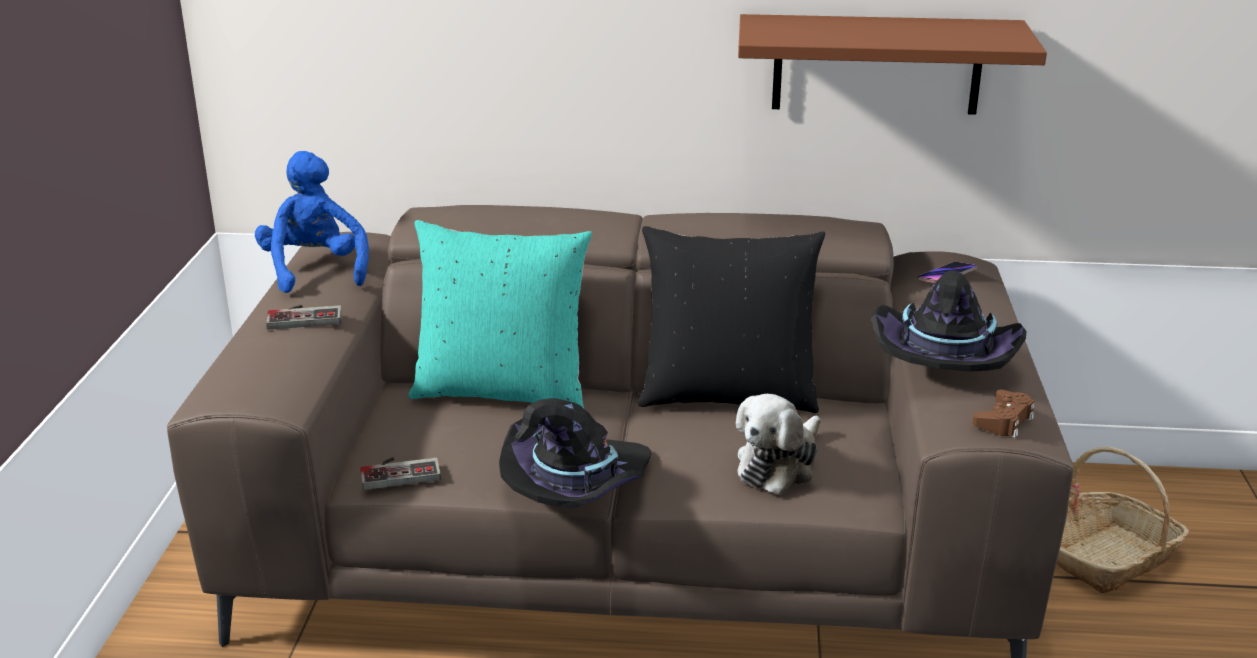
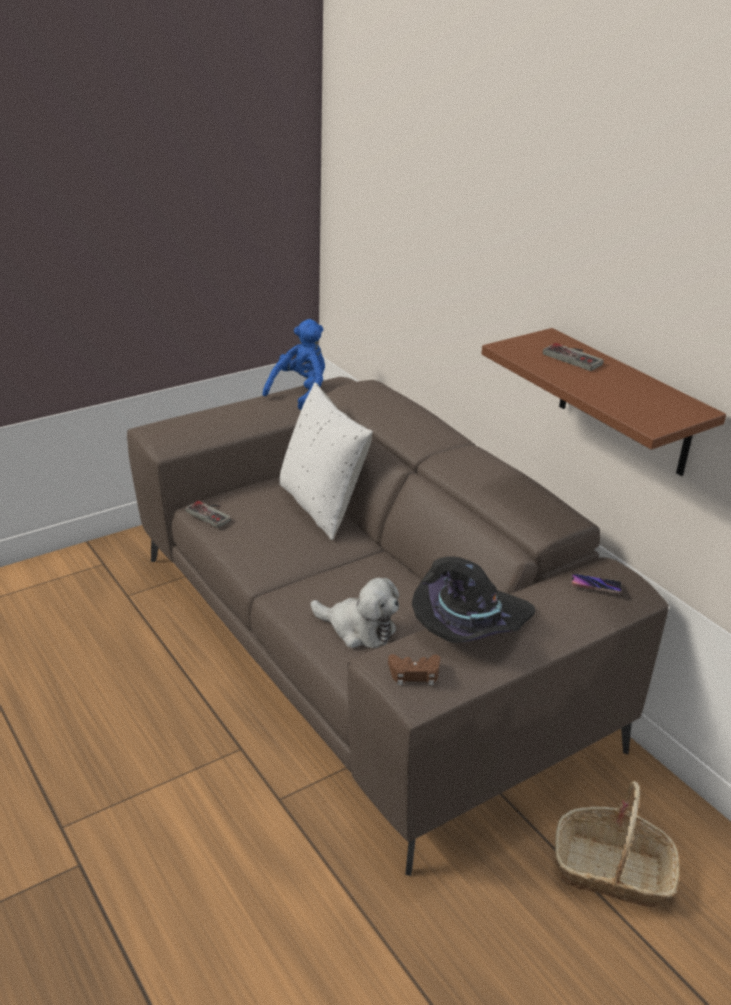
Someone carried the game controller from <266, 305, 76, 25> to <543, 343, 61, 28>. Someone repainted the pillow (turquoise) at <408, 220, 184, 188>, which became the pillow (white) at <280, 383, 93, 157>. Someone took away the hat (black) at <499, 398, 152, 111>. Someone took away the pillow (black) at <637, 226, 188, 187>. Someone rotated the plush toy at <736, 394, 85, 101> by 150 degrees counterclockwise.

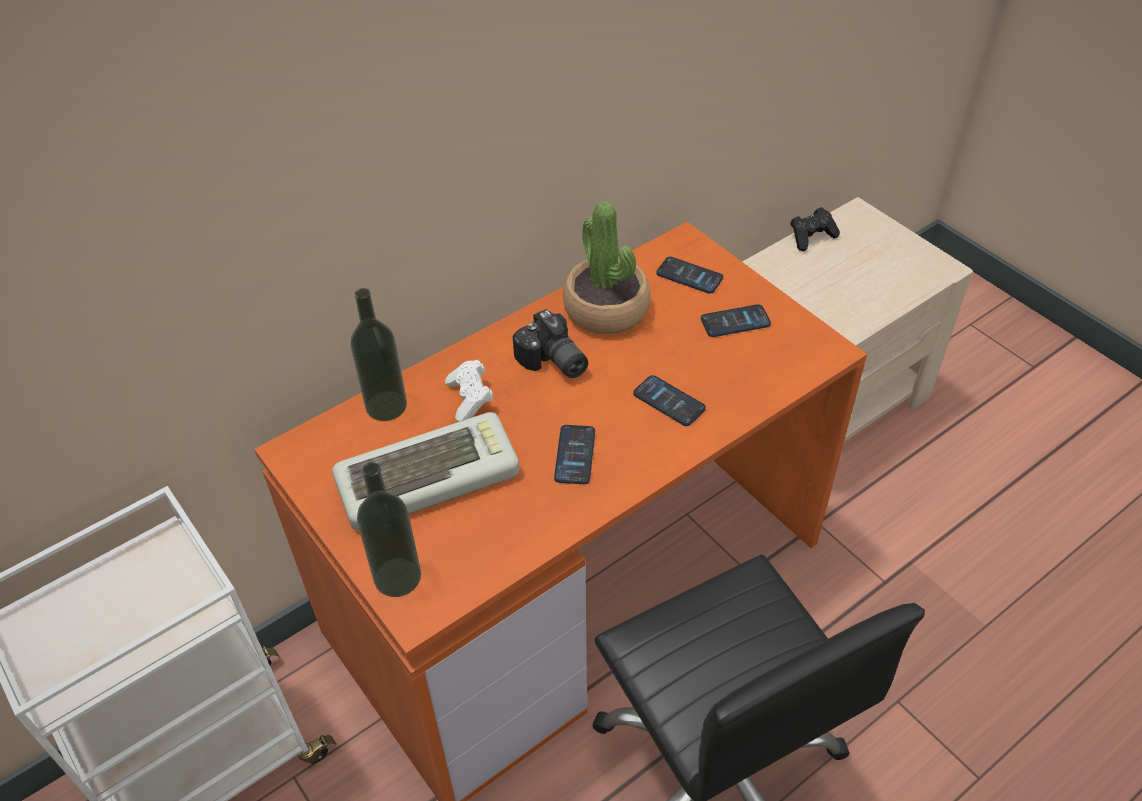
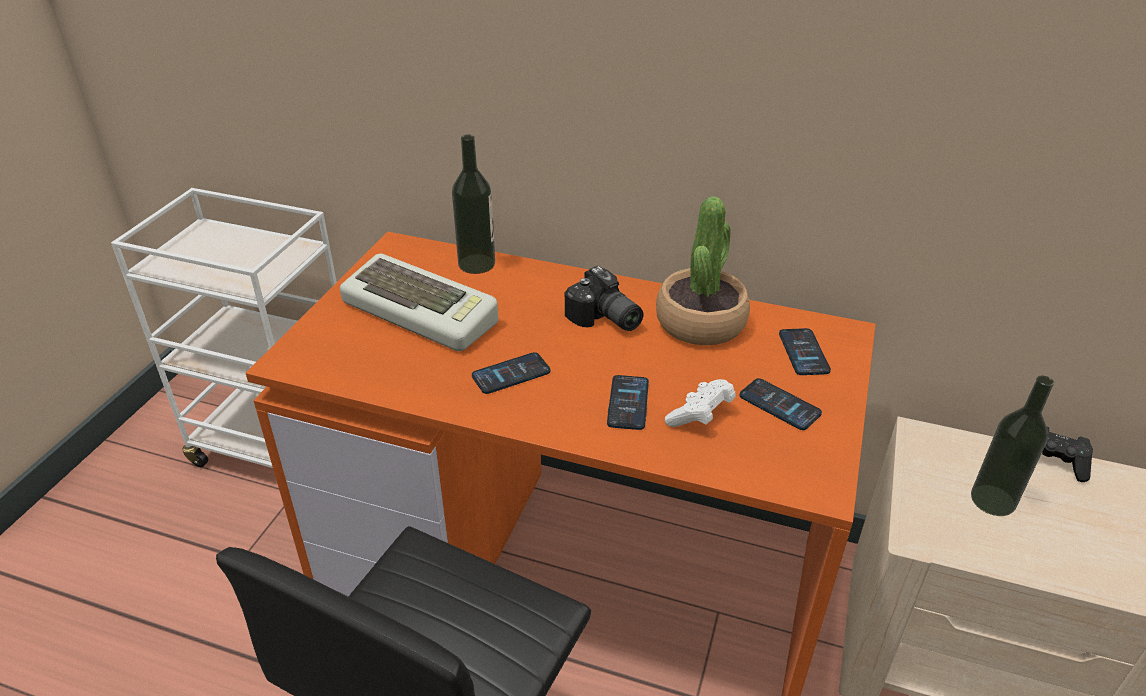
Someone carried the bottle from <357, 462, 64, 135> to <971, 376, 83, 140>. Someone carried the game controller (white) from <445, 360, 49, 62> to <665, 379, 71, 48>. Someone rotated the photo camera at <512, 309, 76, 69> by 60 degrees counterclockwise.

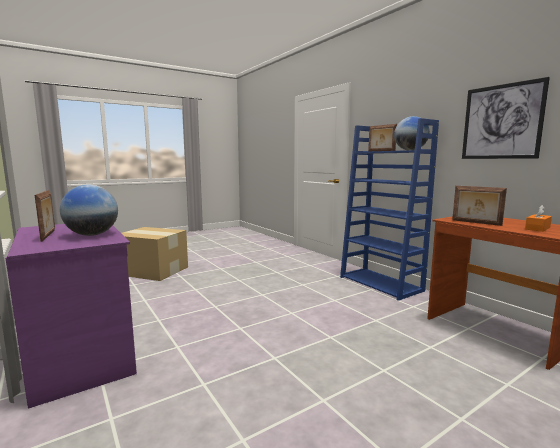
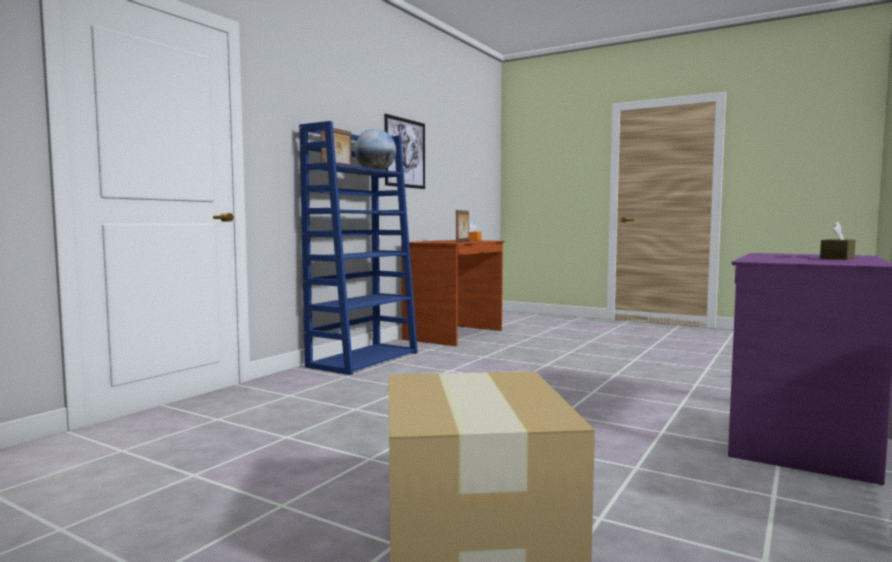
Someone swapped the picture frame at <35, 190, 20, 52> for the tissue box (brown) at <820, 222, 36, 38>. Someone took away the globe at <60, 185, 58, 51>.

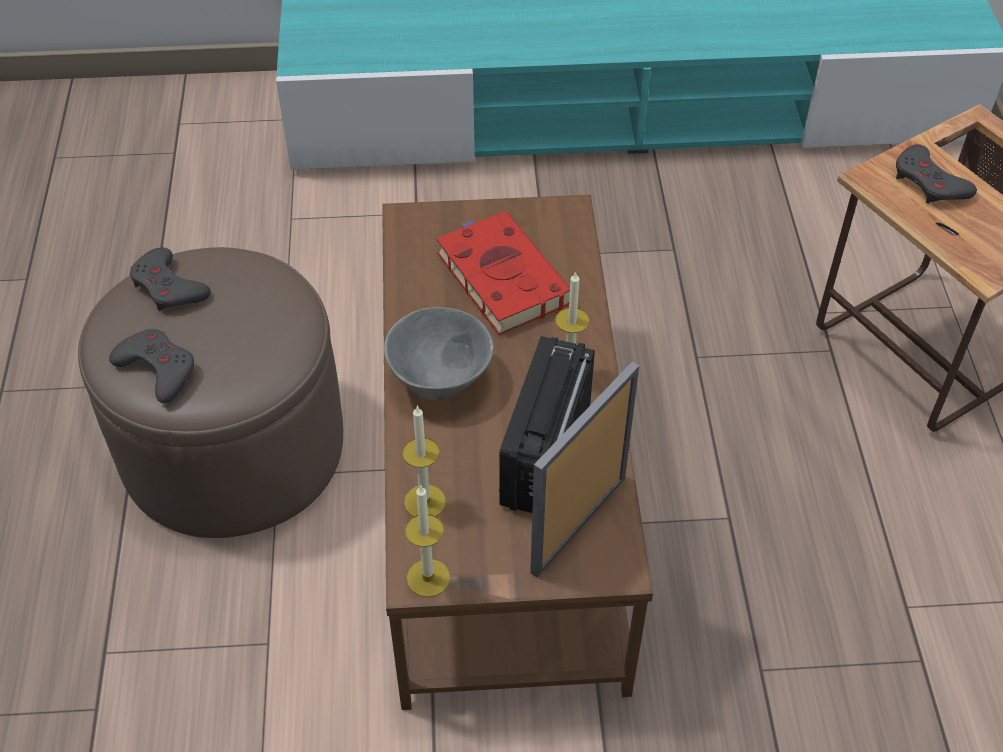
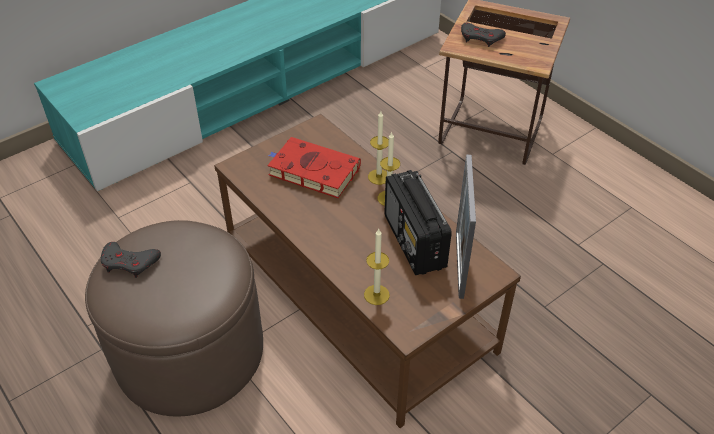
Someone took away the game controller (grey) at <109, 329, 85, 74>. Someone took away the bowl (grey) at <384, 307, 110, 93>. Someone carried the candle from <405, 485, 45, 112> to <368, 111, 21, 74>.

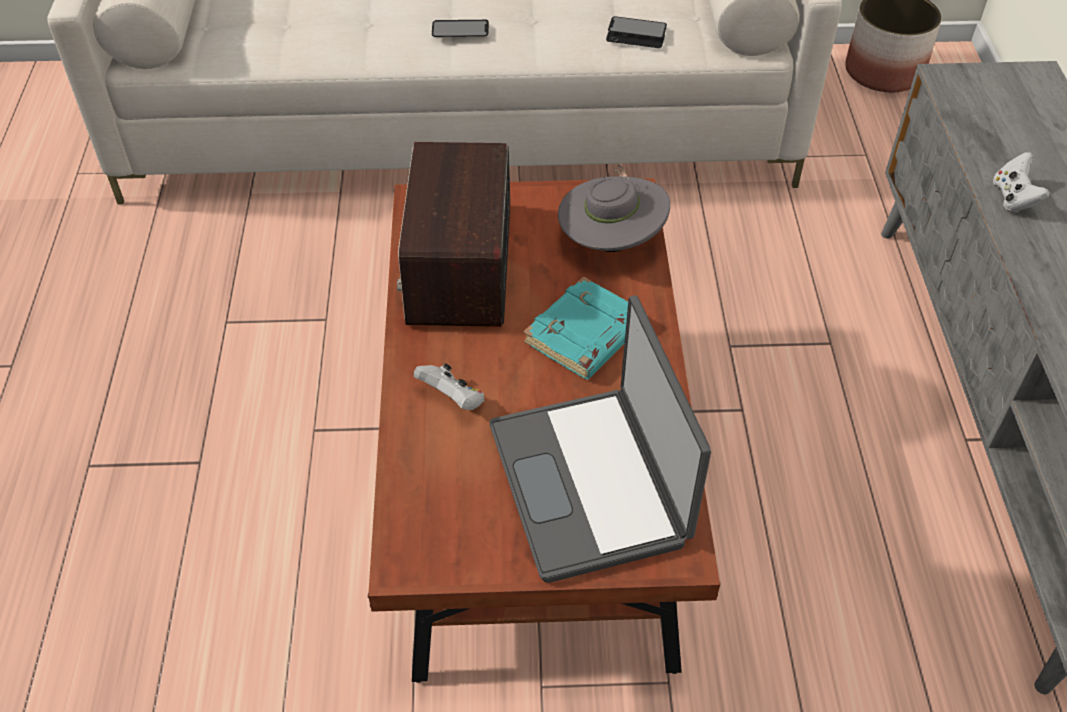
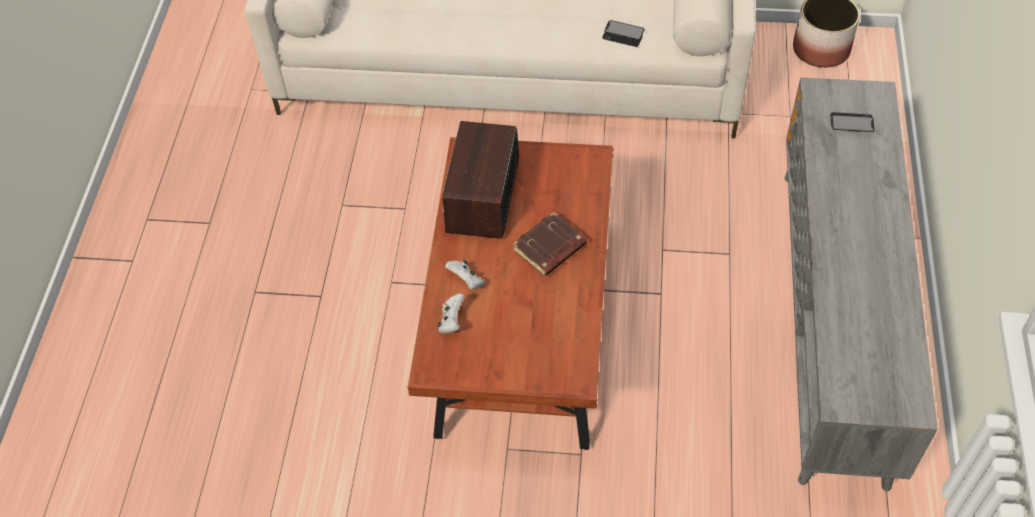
Someone carried the phone from <432, 20, 57, 17> to <831, 112, 44, 20>. Someone took away the laptop at <489, 295, 222, 288>. Someone repainted the book (turquoise) at <523, 276, 105, 103>, which became the book (brown) at <512, 212, 75, 64>. Someone took away the hat (grey) at <558, 165, 112, 87>. Someone carried the game controller (white) from <993, 152, 57, 60> to <437, 293, 28, 40>.

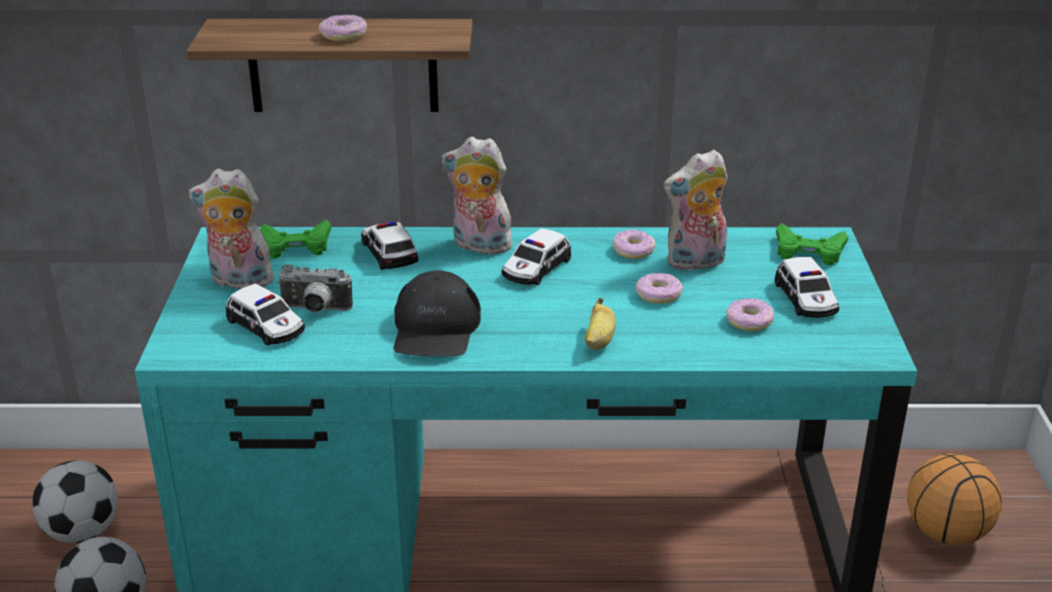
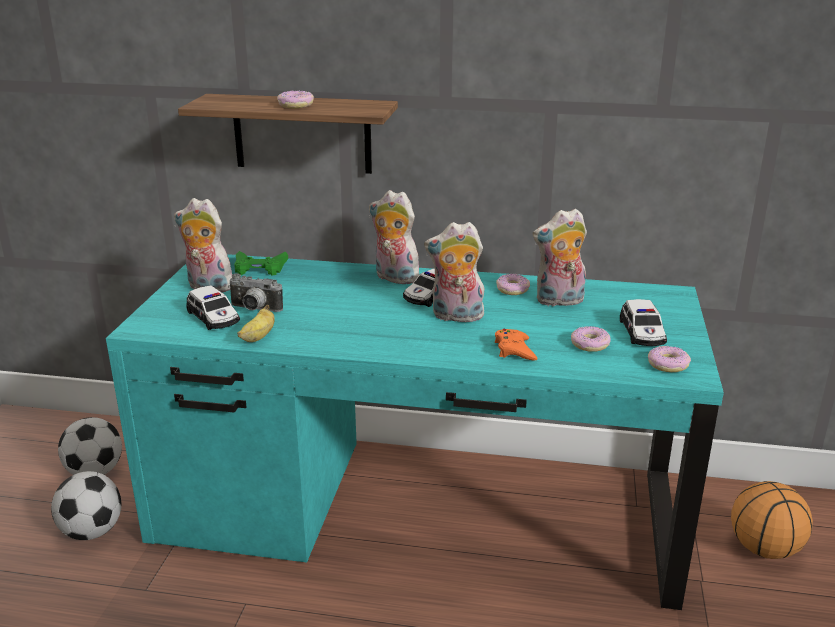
Someone took away the toy car at <361, 221, 57, 49>. Someone took away the cap (black) at <393, 270, 88, 87>. Someone carried the banana from <585, 298, 31, 52> to <237, 305, 38, 37>. Someone carried the donut from <636, 273, 47, 31> to <648, 346, 43, 26>. Someone took away the game controller (green) at <776, 223, 72, 42>. Someone put down the plush toy at <424, 222, 60, 100>. Someone put down the game controller (orange) at <495, 329, 43, 31>.

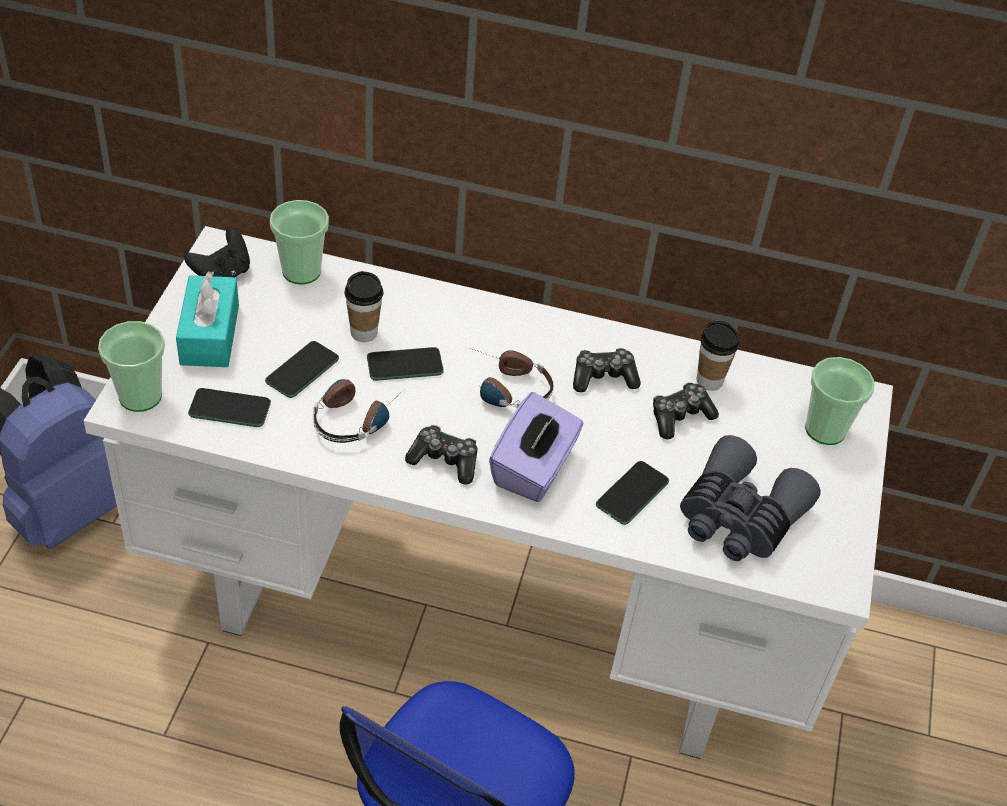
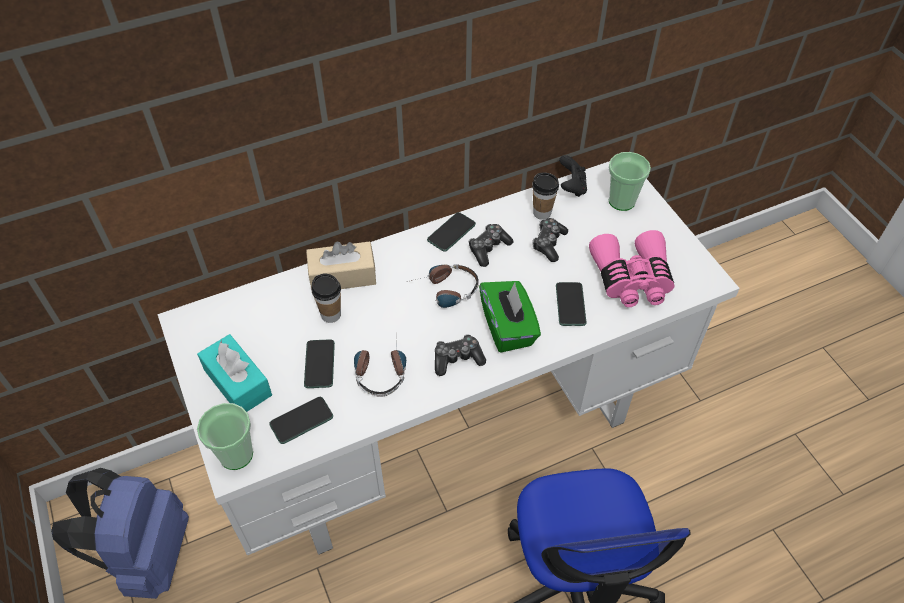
Someone carried the game controller (black) from <184, 228, 66, 49> to <559, 155, 28, 42>. Someone took away the cup at <270, 200, 59, 85>. Someone carried the phone from <367, 347, 77, 34> to <427, 212, 49, 40>. Someone repainted the tissue box (purple) at <489, 392, 94, 110>, which became the tissue box (green) at <479, 281, 62, 72>. Someone repainted the binoculars (grey) at <680, 435, 141, 126>, which became the binoculars (pink) at <589, 230, 86, 77>. Someone put down the tissue box (beige) at <306, 241, 70, 48>.

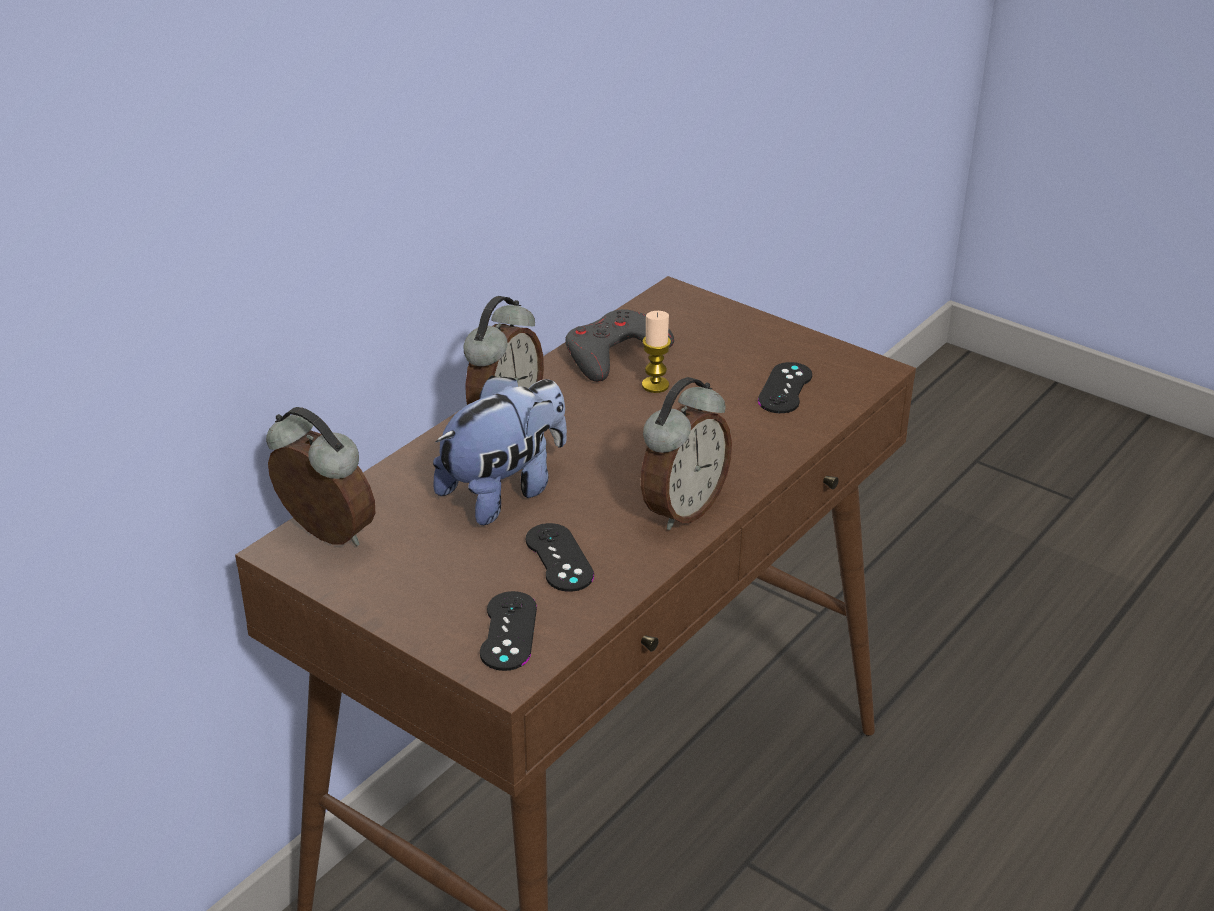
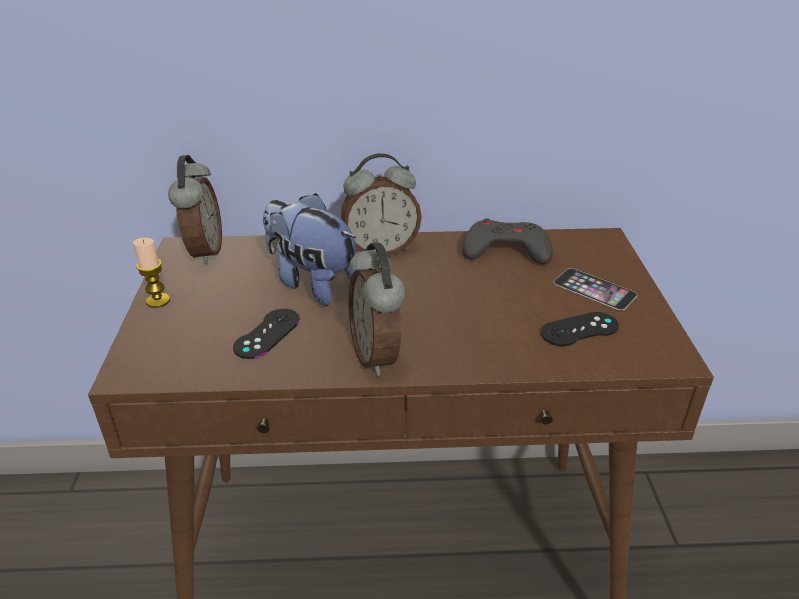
Someone rotated the plush toy at <433, 375, 134, 150> by 150 degrees counterclockwise. Someone took away the game controller (black) at <480, 591, 57, 80>. Someone rotated the alarm clock at <641, 377, 91, 153> by 75 degrees clockwise. Someone carried the candle from <642, 311, 29, 82> to <133, 238, 37, 70>. Someone put down the phone at <553, 268, 84, 43>.

